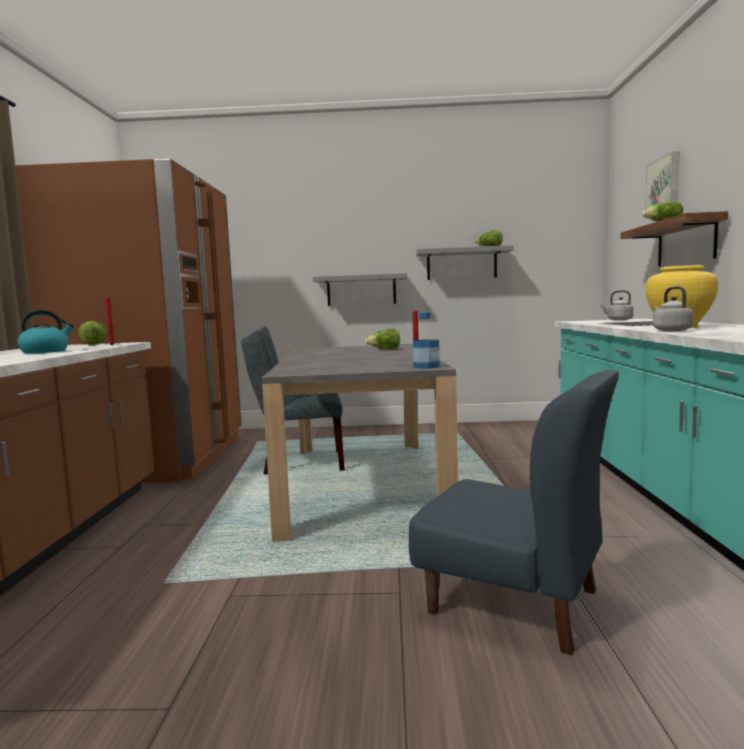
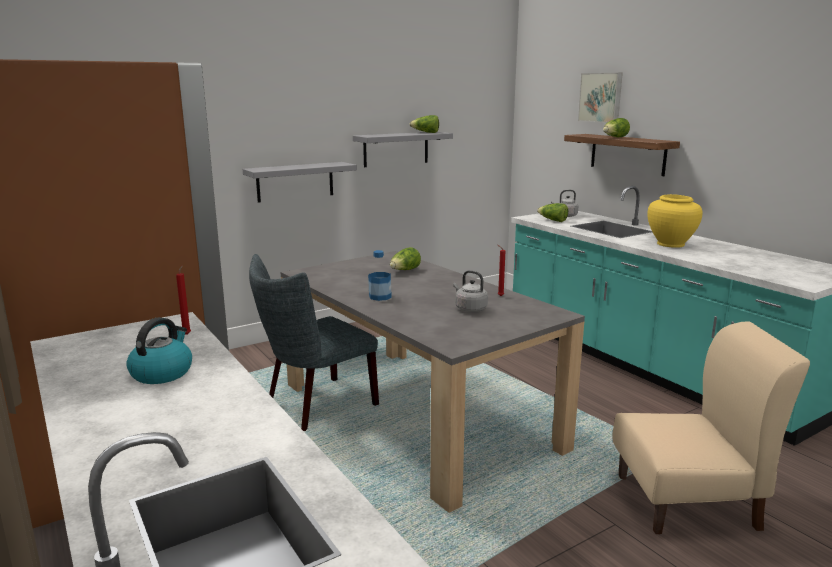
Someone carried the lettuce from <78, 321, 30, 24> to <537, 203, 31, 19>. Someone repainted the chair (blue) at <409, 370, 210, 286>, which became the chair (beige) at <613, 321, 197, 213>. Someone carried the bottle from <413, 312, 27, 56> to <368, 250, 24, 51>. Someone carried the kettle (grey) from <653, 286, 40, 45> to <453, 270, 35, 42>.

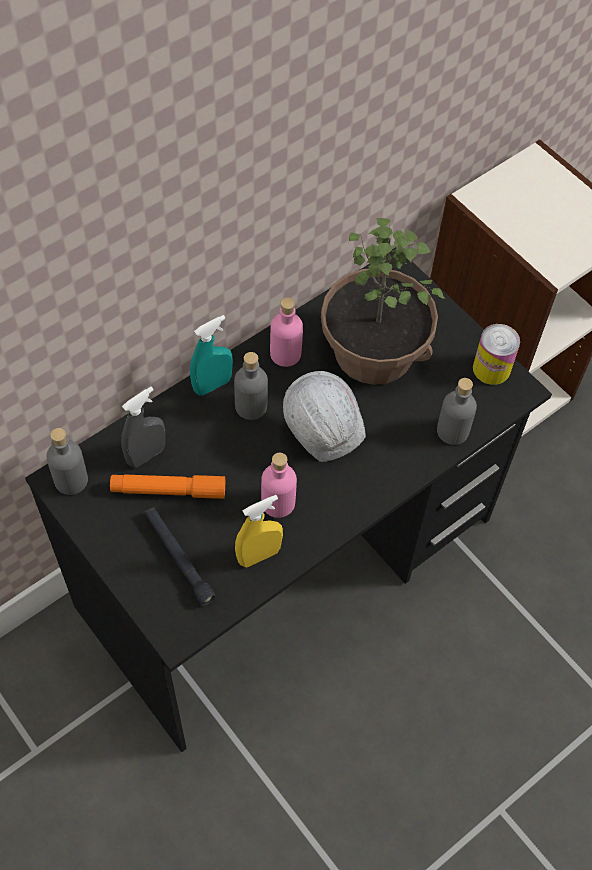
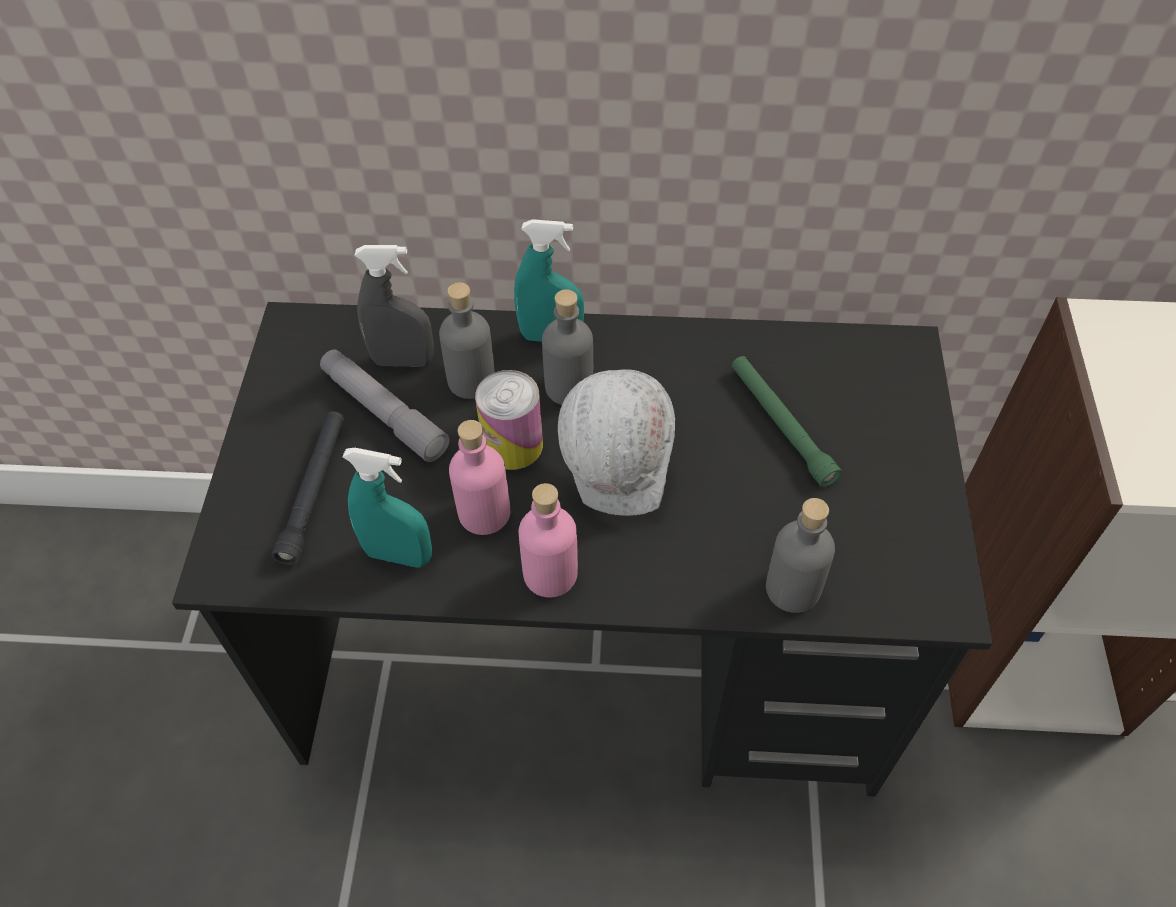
Someone carried the bottle (grey) from <46, 428, 42, 67> to <439, 282, 56, 117>. Someone repainted the flashlight (orange) at <110, 474, 115, 25>, which became the flashlight (grey) at <320, 349, 130, 113>. Someone repainted the spray bottle (yellow) at <235, 495, 48, 73>, which became the spray bottle (turquoise) at <342, 448, 90, 120>. Someone carried the bottle (pink) from <270, 298, 33, 69> to <519, 483, 59, 115>. Someone swapped the potted plant at <321, 218, 124, 167> for the flashlight (green) at <732, 356, 110, 131>. Someone carried the can from <473, 324, 47, 61> to <475, 370, 68, 100>.

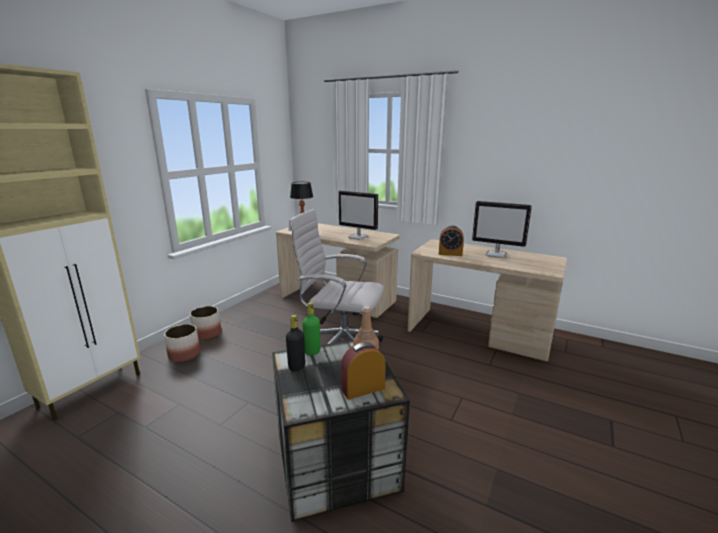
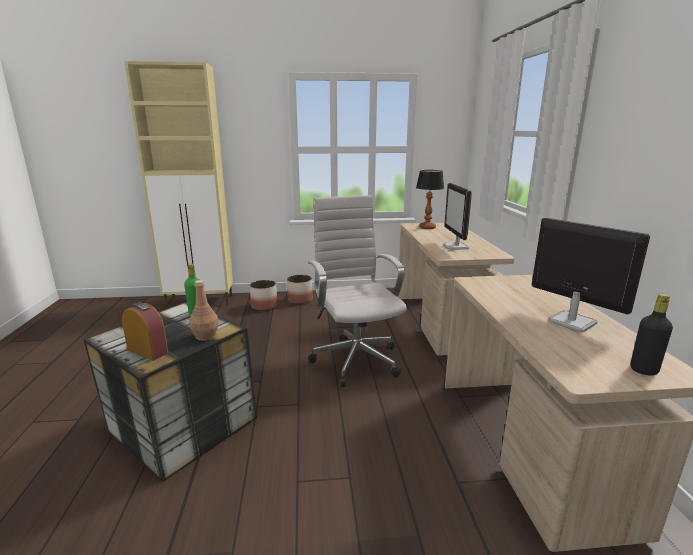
Someone carried the bottle (black) from <286, 315, 19, 56> to <630, 294, 43, 81>. Someone took away the alarm clock at <439, 225, 25, 31>. Someone rotated the monitor at <472, 201, 60, 57> by 150 degrees clockwise.

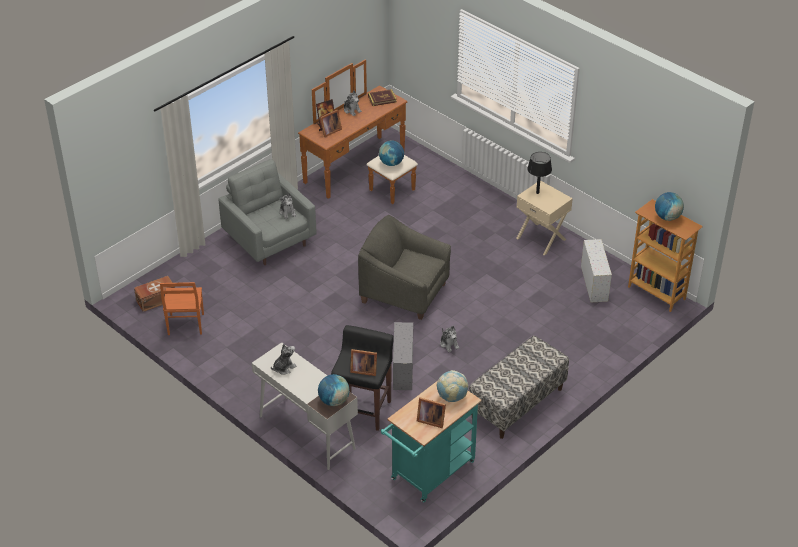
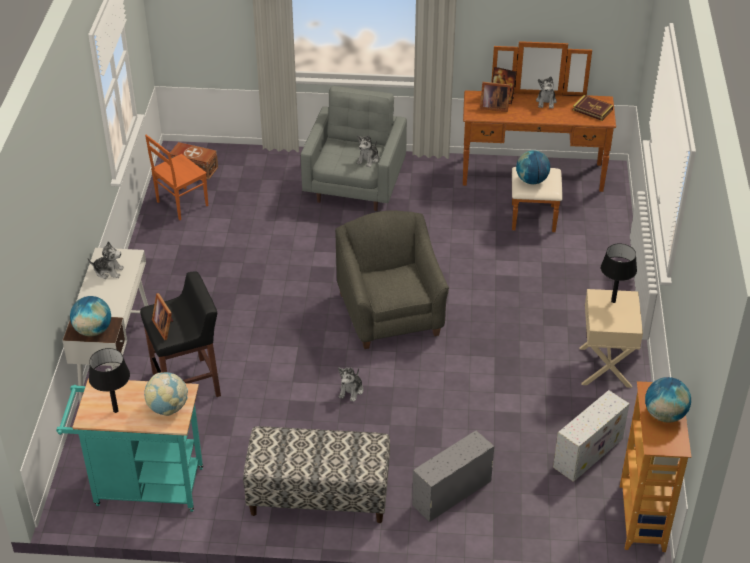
Someone carried the storage box (grey) from <393, 322, 20, 68> to <412, 431, 82, 91>. Someone swapped the picture frame at <417, 398, 29, 30> for the table lamp (black) at <89, 348, 41, 65>.

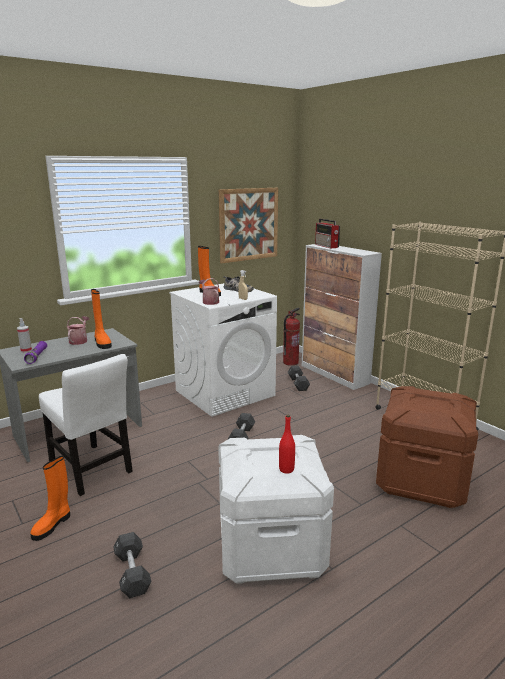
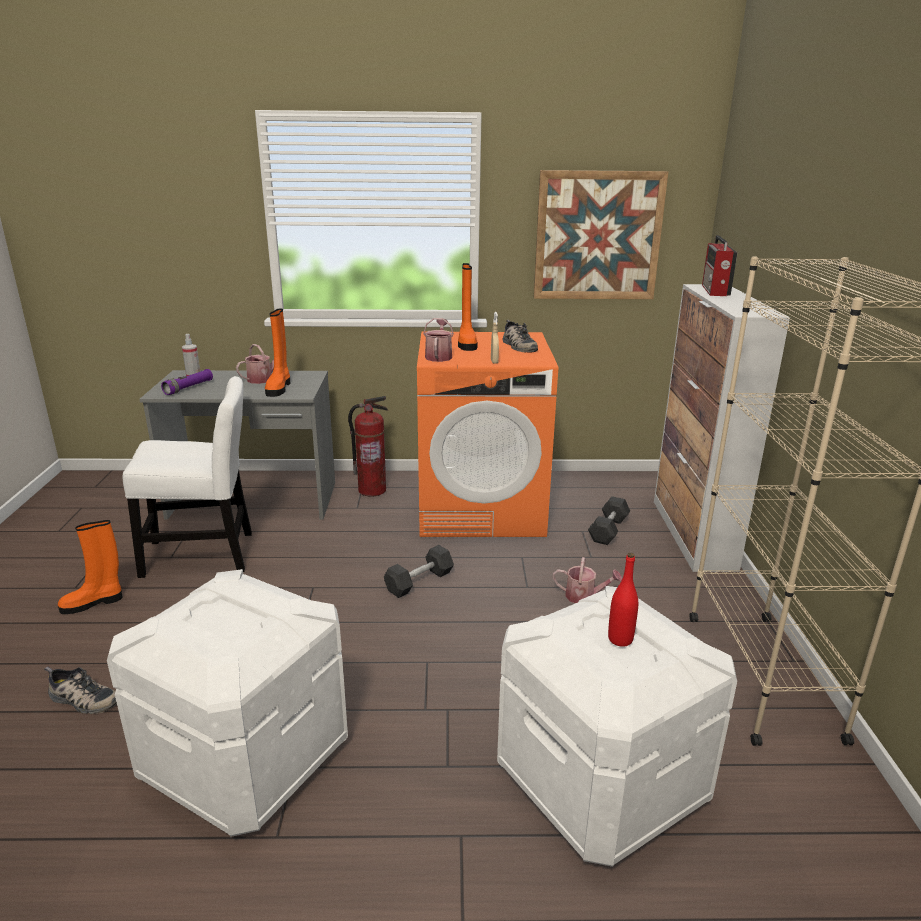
Someone rotated the chair (white) at <39, 354, 94, 142> by 90 degrees counterclockwise. Someone swapped the dumbbell (black) at <113, 532, 39, 66> for the shoe at <44, 667, 73, 47>. Someone repainted the washing machine (white) at <169, 283, 108, 134>, which became the washing machine (orange) at <417, 332, 141, 205>. Someone carried the bottle (red) from <279, 415, 16, 59> to <608, 553, 30, 94>. Someone carried the fire extinguisher from <283, 308, 17, 58> to <348, 396, 40, 101>. Someone repainted the storage box (brown) at <376, 386, 102, 122>, which became the storage box (white) at <497, 586, 240, 281>. Someone put down the watering can at <553, 557, 69, 46>.

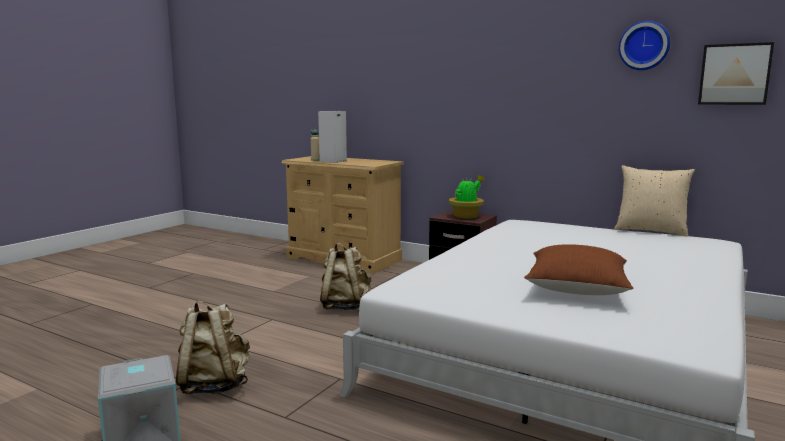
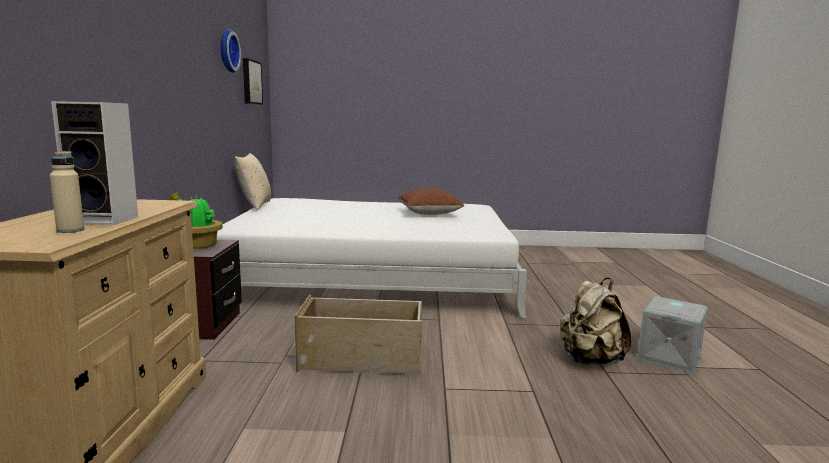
Someone swapped the backpack (beige) at <320, 243, 51, 67> for the storage box (beige) at <295, 295, 128, 80>.

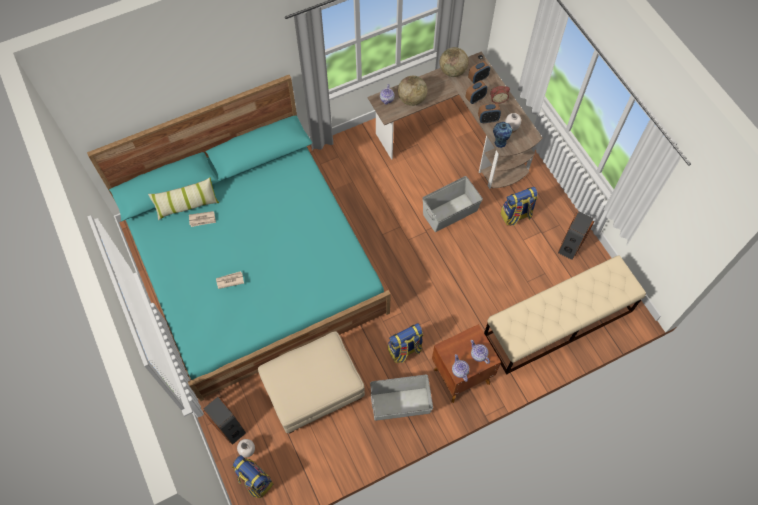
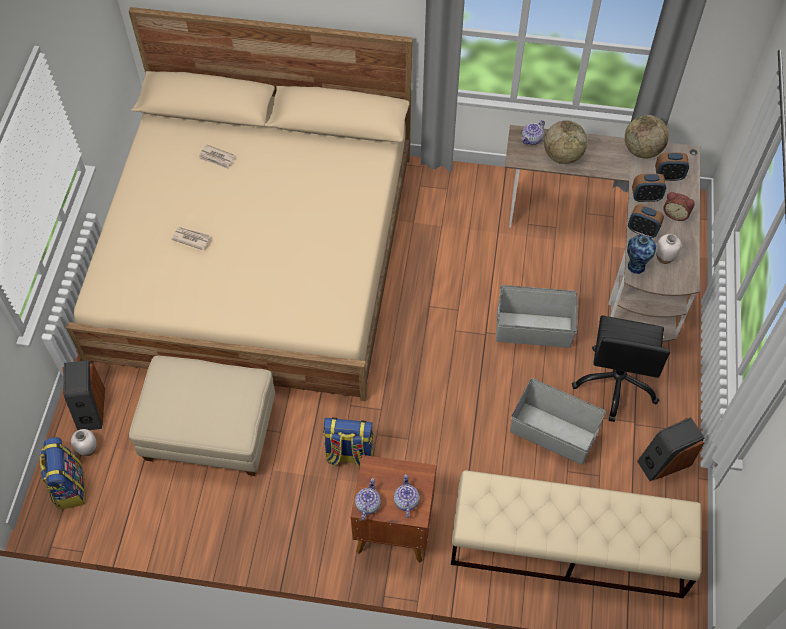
Someone repainted the bed (turquoise) at <87, 75, 304, 326>, which became the bed (beige) at <66, 7, 347, 394>. Someone took away the pillow at <148, 177, 71, 43>. Someone carried the storage box (grey) from <370, 375, 63, 46> to <510, 378, 96, 87>. Someone swapped the backpack at <500, 187, 38, 39> for the office chair (black) at <572, 316, 98, 106>.

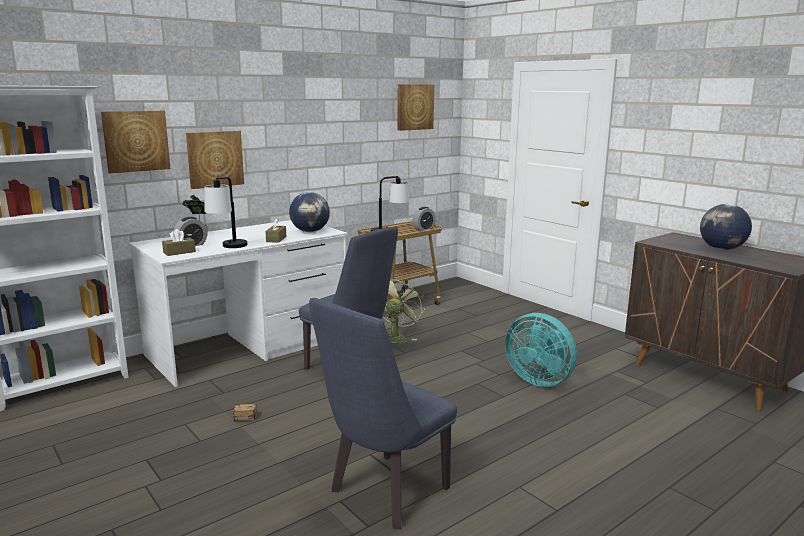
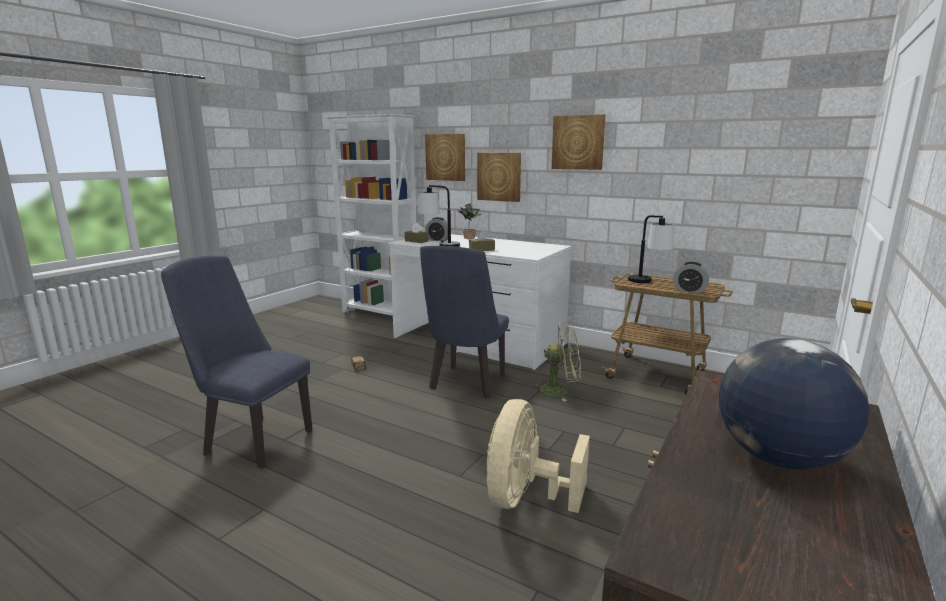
Someone took away the globe at <289, 192, 41, 40>. Someone carried the picture from <397, 84, 37, 47> to <552, 114, 53, 56>. Someone repainted the fan (turquoise) at <505, 313, 72, 74>, which became the fan (beige) at <487, 399, 103, 114>.

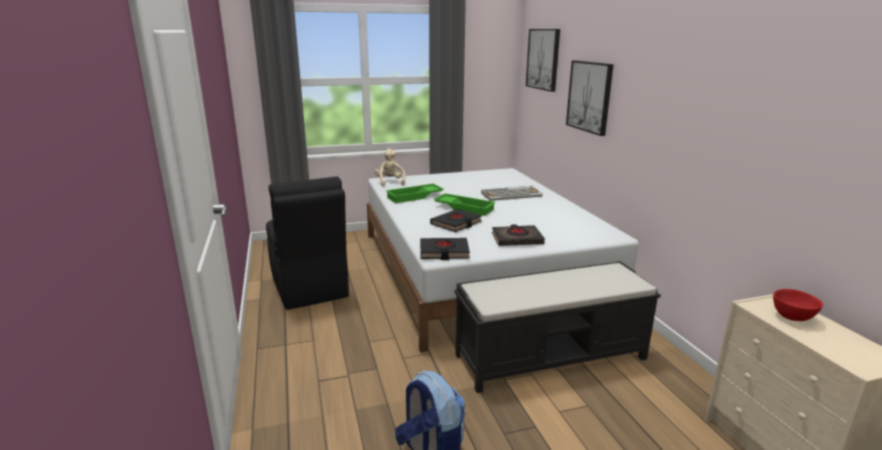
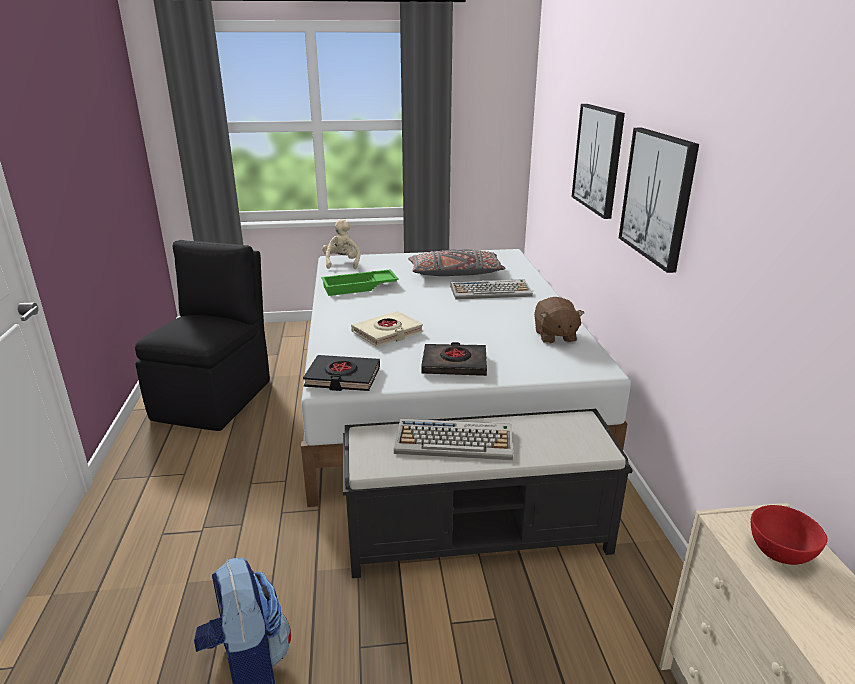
Someone rotated the chair (black) at <266, 176, 83, 134> by 150 degrees counterclockwise. Someone repainted the book (black) at <430, 209, 52, 23>, which became the book (beige) at <351, 311, 72, 36>. Someone took away the tray (green) at <433, 193, 63, 23>. Someone carried the picture from <526, 29, 34, 63> to <619, 128, 80, 145>. Someone put down the keyboard at <394, 419, 119, 41>. Someone put down the pillow (grey) at <408, 249, 97, 27>. Someone put down the plush toy (brown) at <534, 297, 50, 47>.

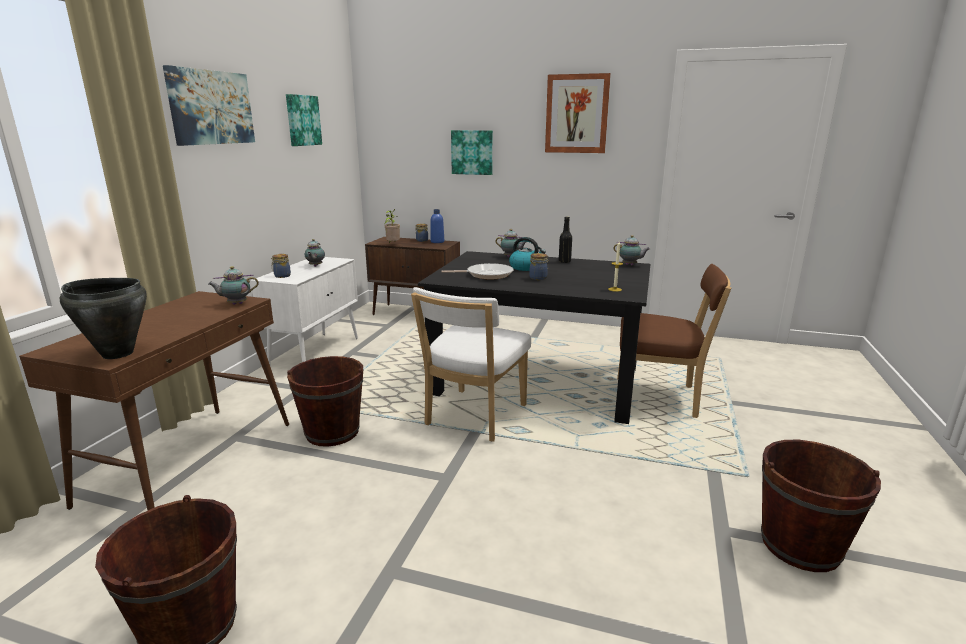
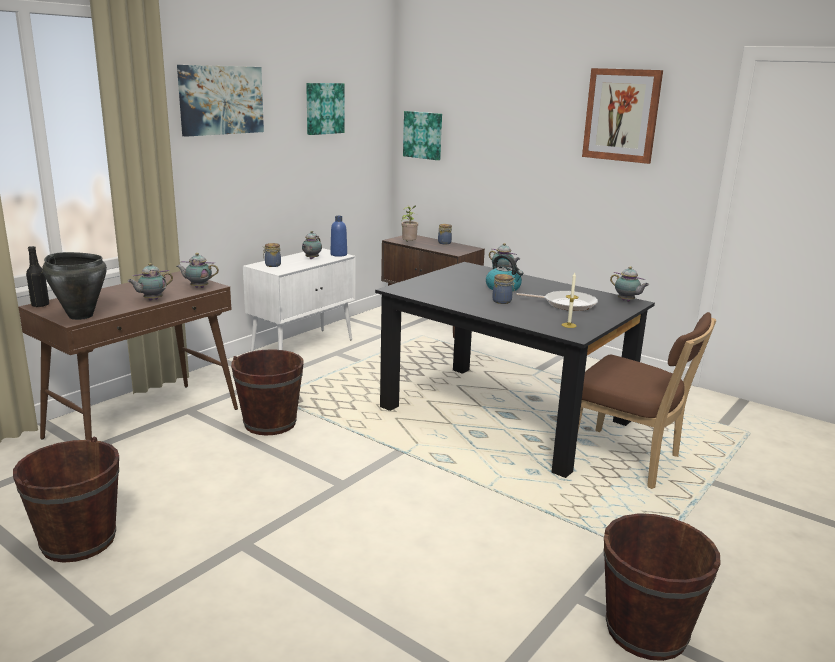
Someone took away the chair (white) at <411, 287, 120, 155>. Someone carried the bottle (blue) from <430, 209, 14, 34> to <330, 216, 17, 41>. Someone carried the frying pan from <442, 263, 71, 17> to <516, 291, 82, 20>. Someone carried the picture from <451, 130, 42, 45> to <403, 111, 39, 49>. Someone carried the bottle (black) from <559, 217, 13, 46> to <26, 246, 23, 61>. Someone put down the teapot at <127, 263, 46, 38>.

